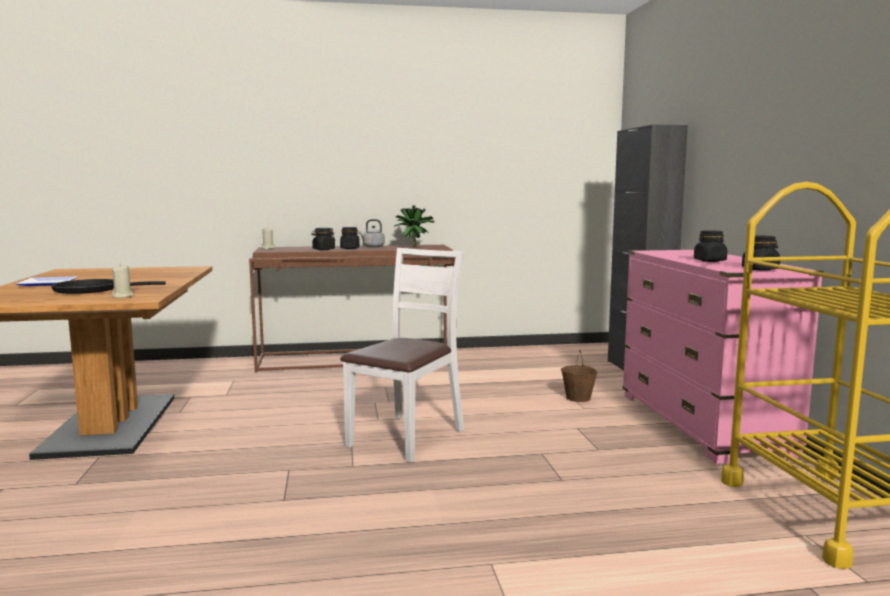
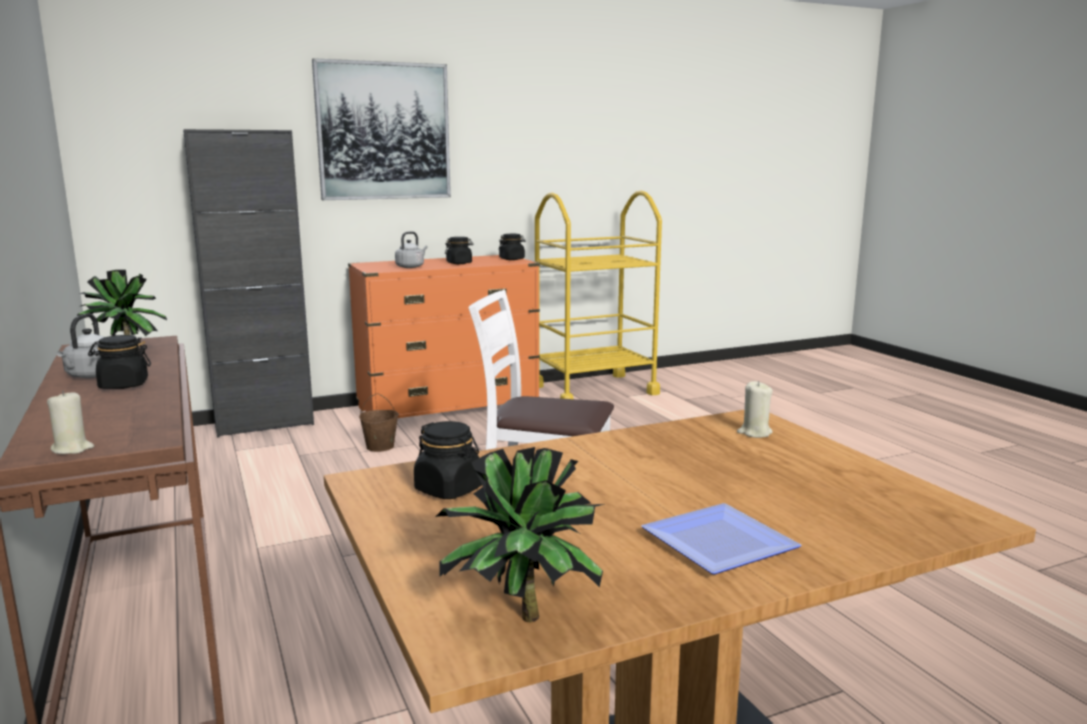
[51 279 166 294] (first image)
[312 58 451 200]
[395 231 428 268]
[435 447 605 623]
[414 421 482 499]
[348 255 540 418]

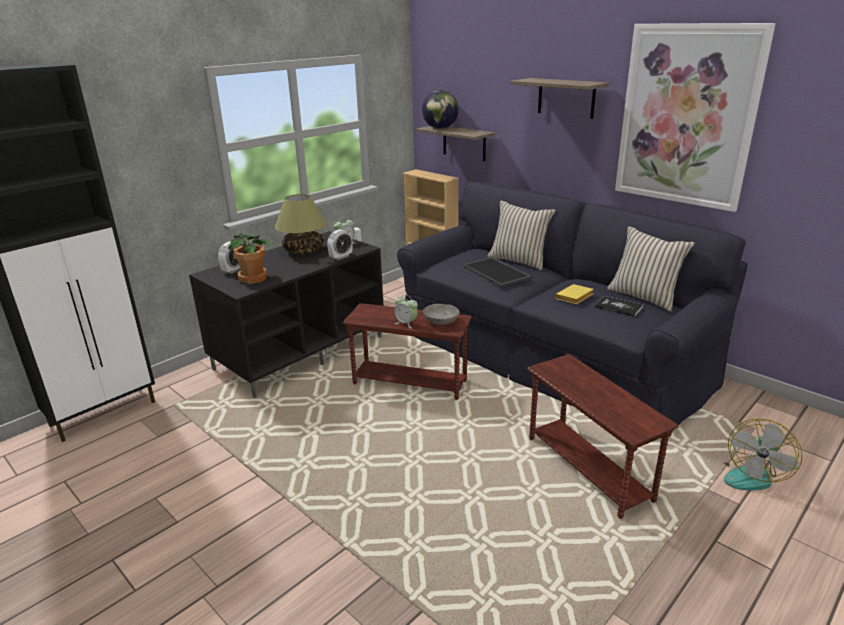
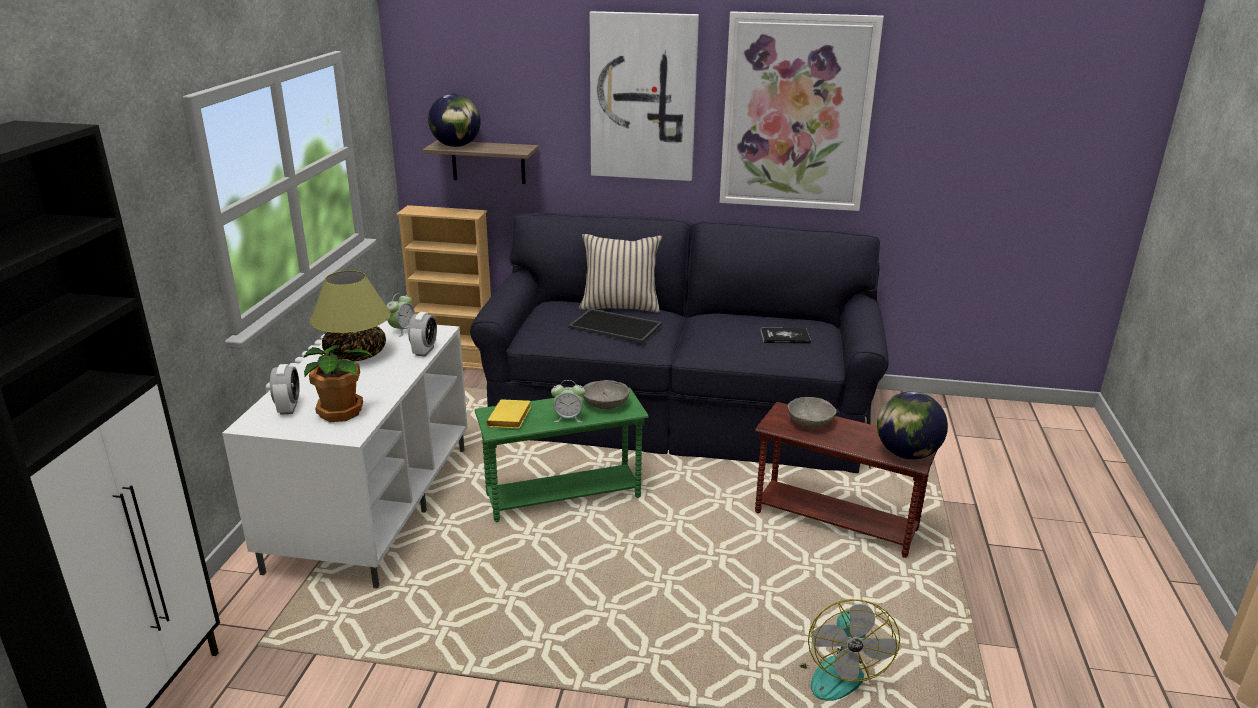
[607 226 695 312] (first image)
[787 397 837 428]
[877 392 948 459]
[487 399 531 429]
[800 599 900 701]
[590 11 699 181]
[222 321 468 589]
[475 387 649 522]

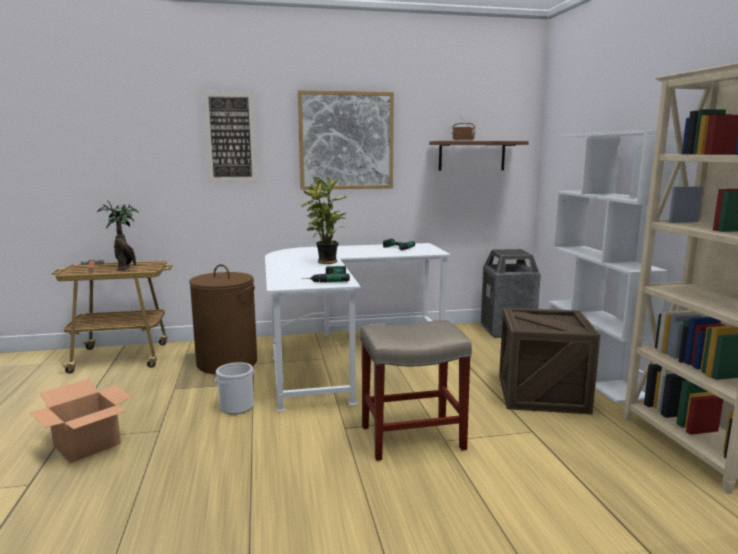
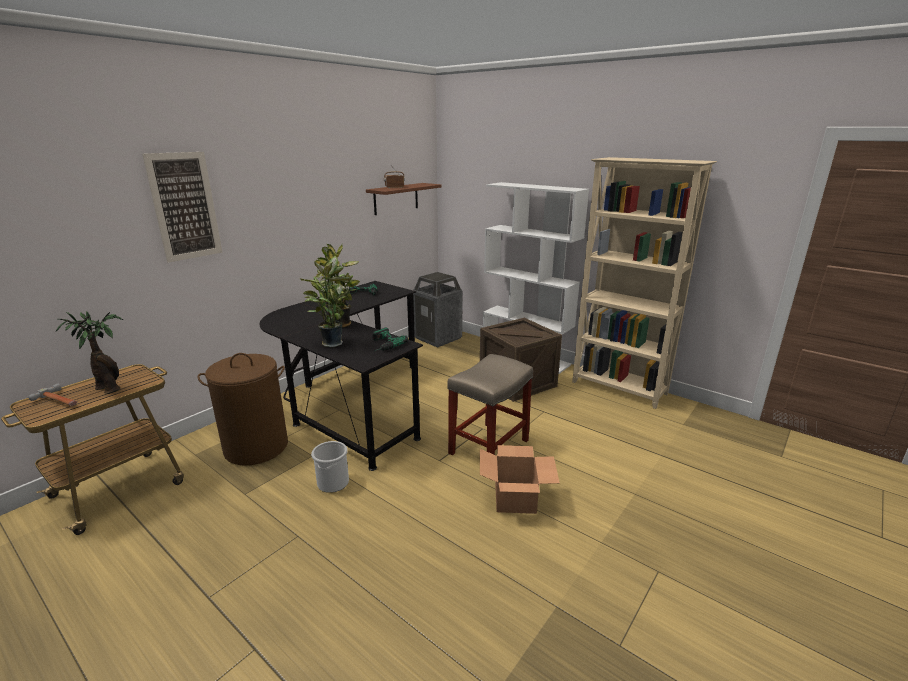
[298 90 394 190] (first image)
[300 256 350 347]
[480 445 560 514]
[260 281 423 471]

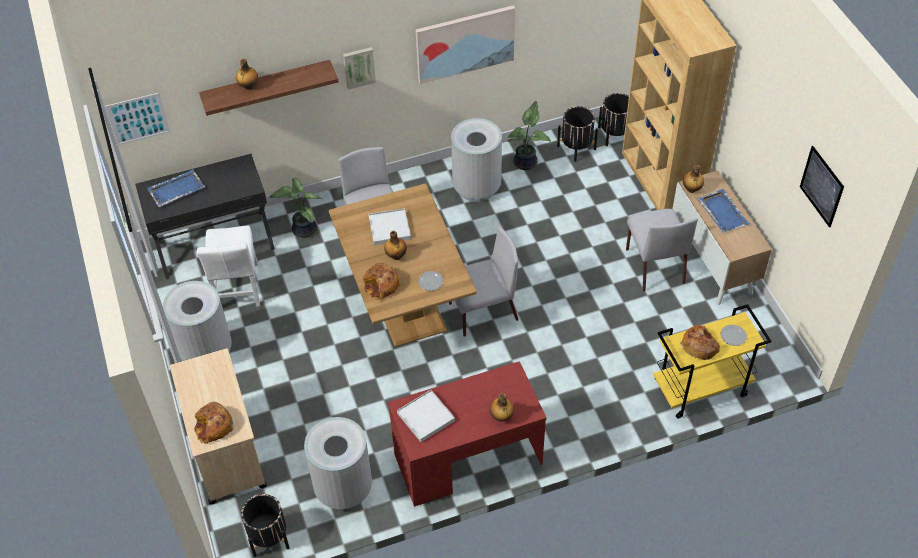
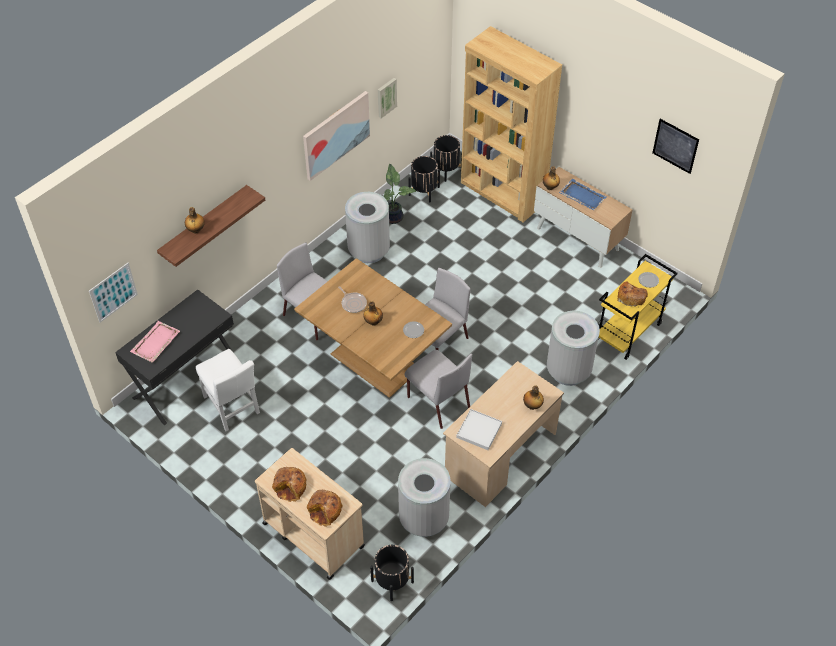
[269 178 322 238] (first image)
[547 311 600 386]
[378 78 397 118]
[272 467 307 502]
[405 350 472 429]
[338 286 367 313]
[130 321 180 363]
[443 361 564 507]

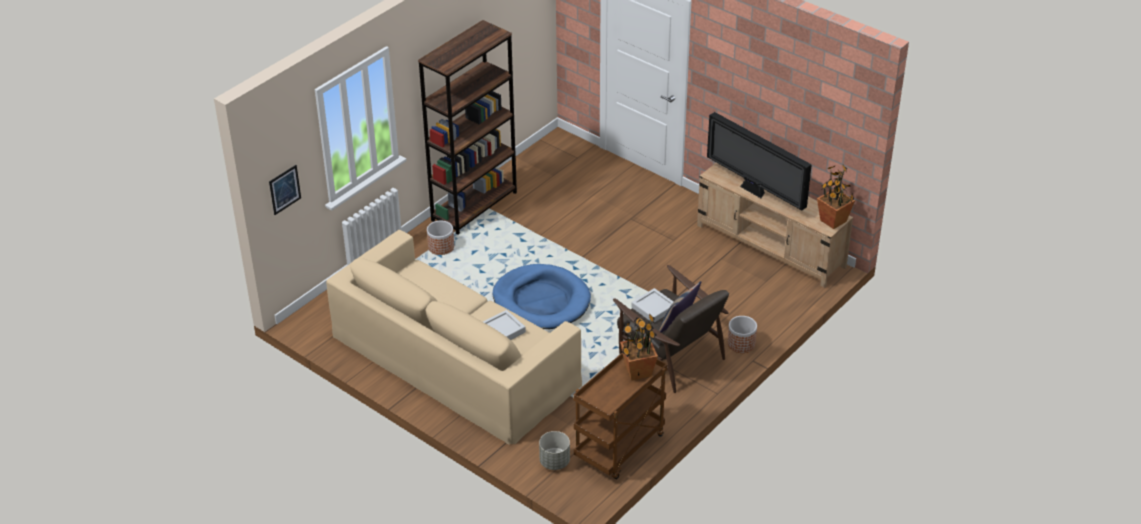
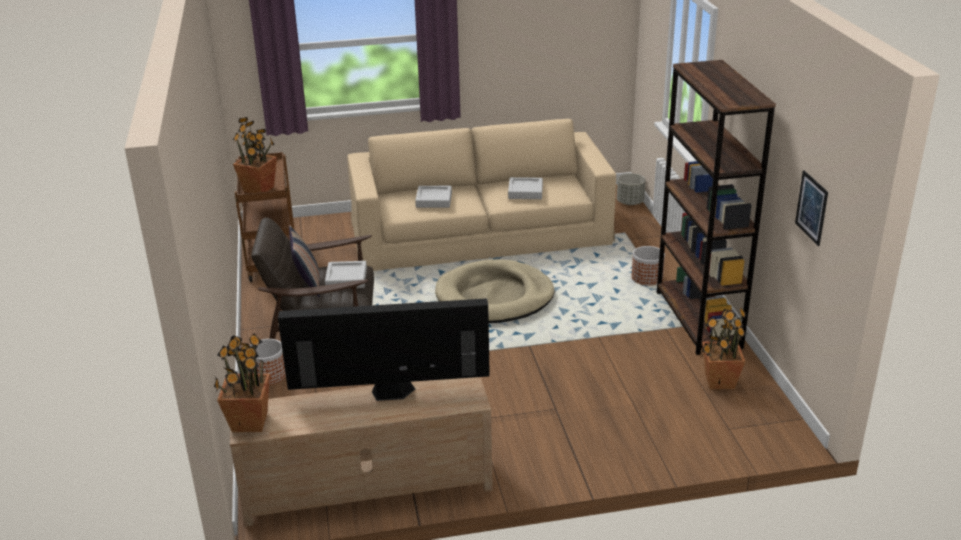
[508 177 543 199]
[702 308 747 389]
[795 170 828 246]
[617 173 646 205]
[435 259 555 323]

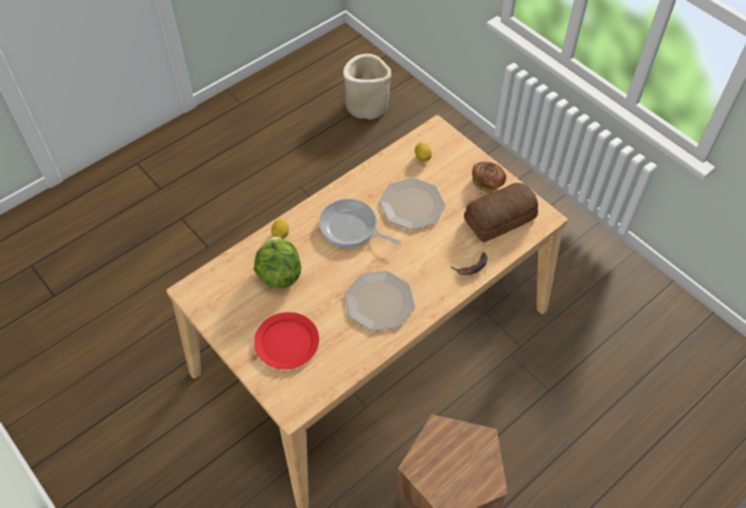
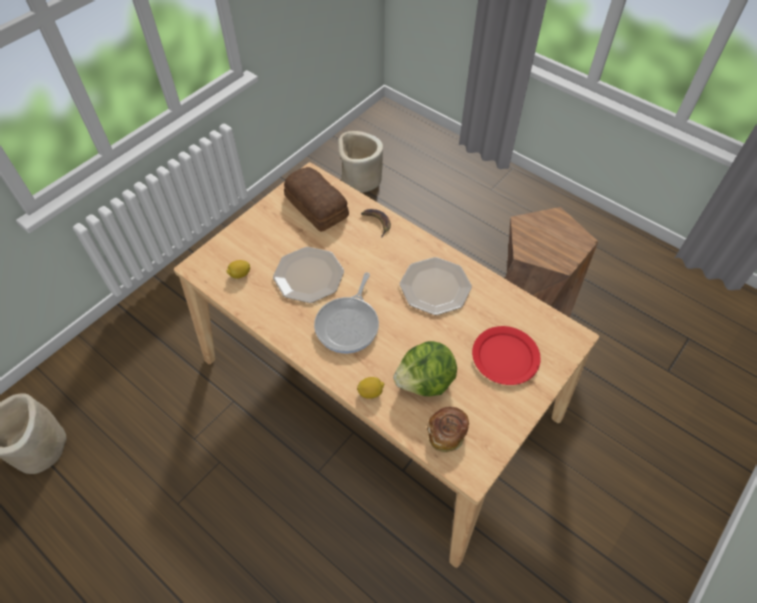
[338 131 383 193]
[427 407 469 452]

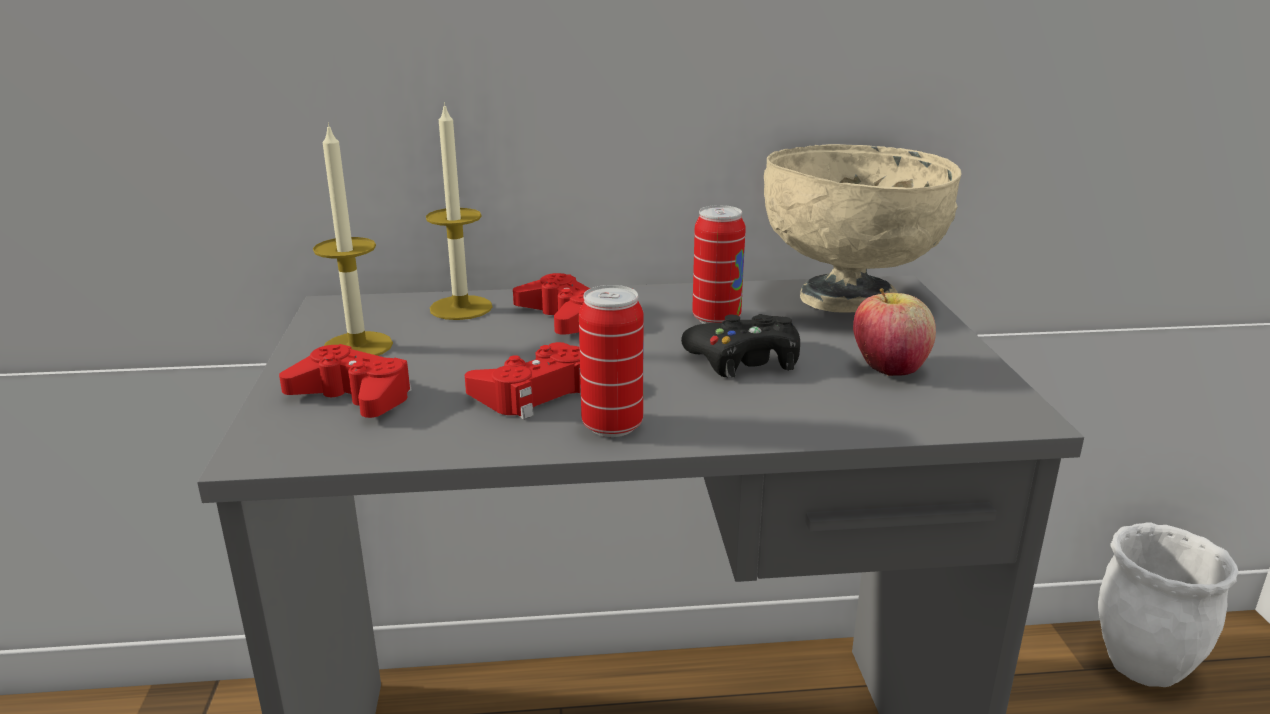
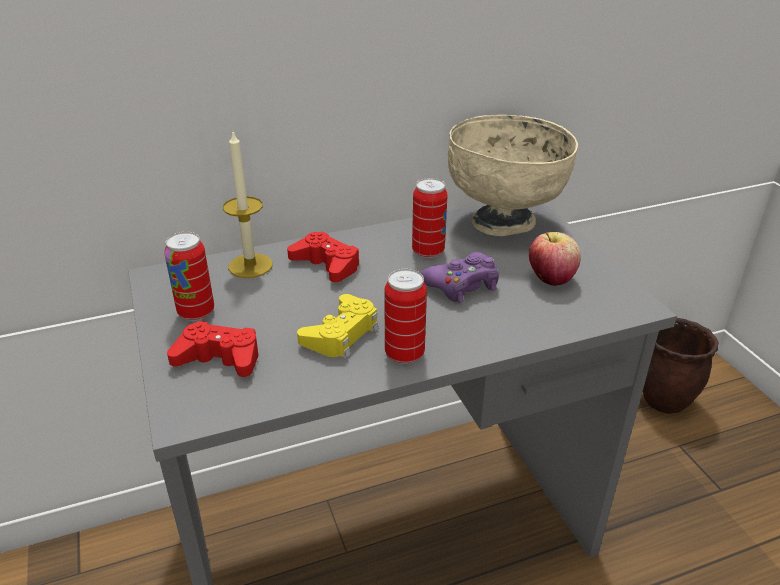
[164 232 214 321]
[297 294 378 359]
[420 252 499 303]
[643 318 719 414]

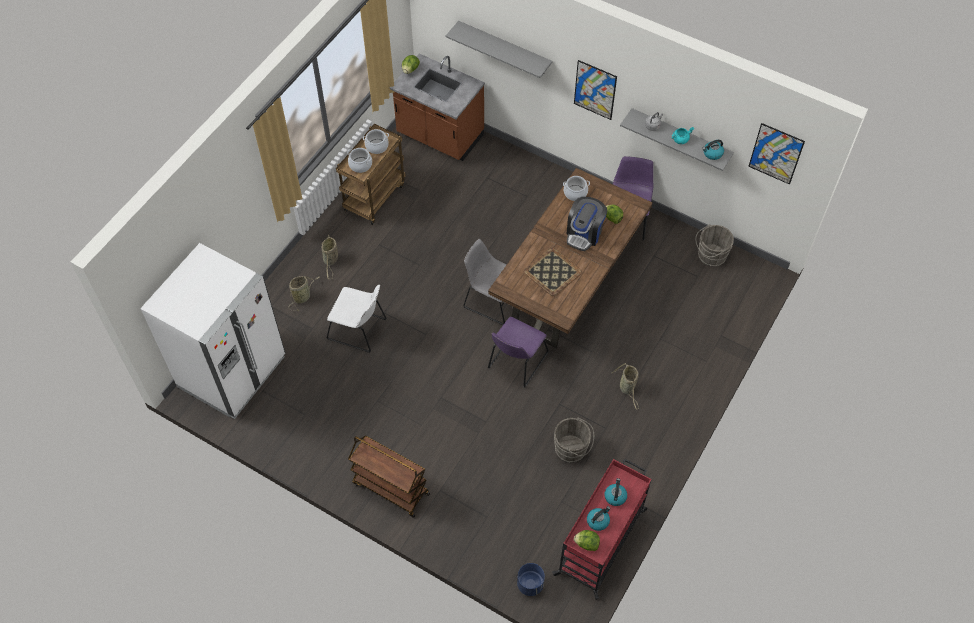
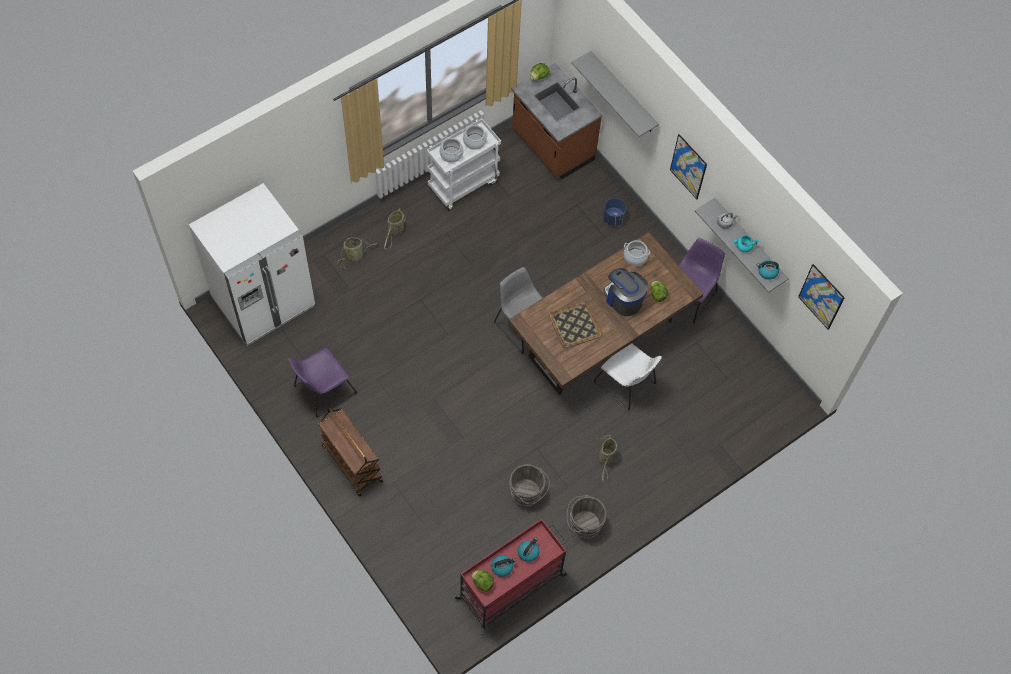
[594 343 662 411]
[288 348 357 418]
[603 198 627 226]
[567 495 606 539]
[427 118 501 211]
[603 268 649 316]

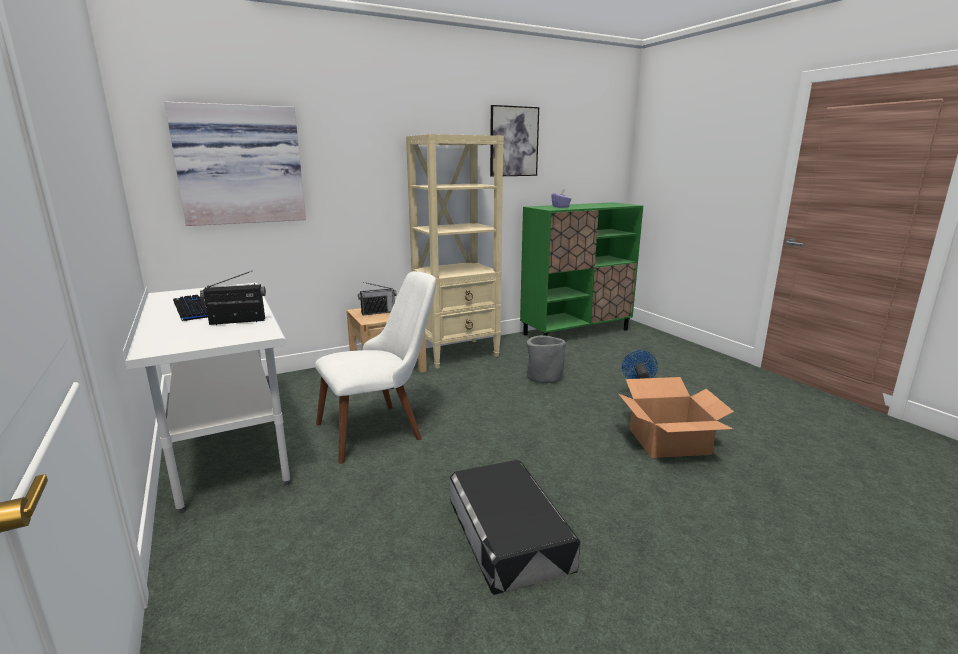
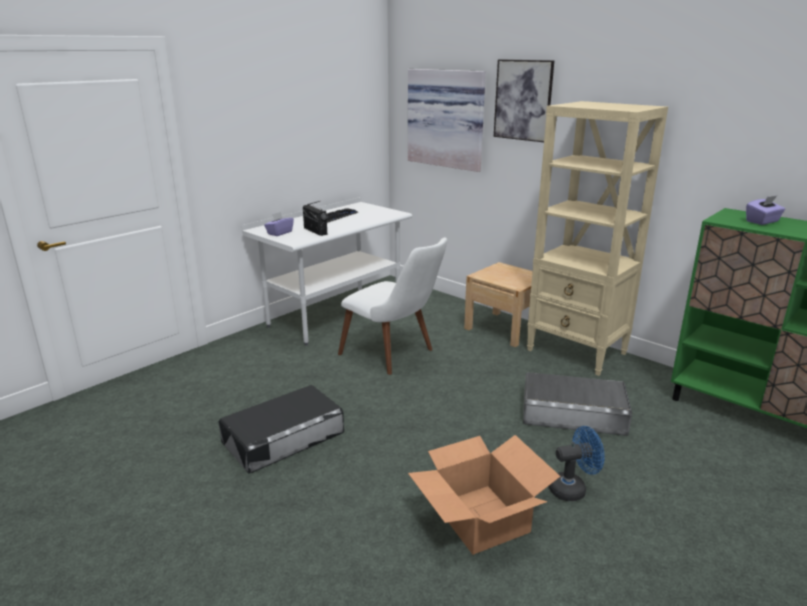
[358 282 397 315] (first image)
[264 212 294 236]
[494 59 554 142]
[523 372 632 436]

